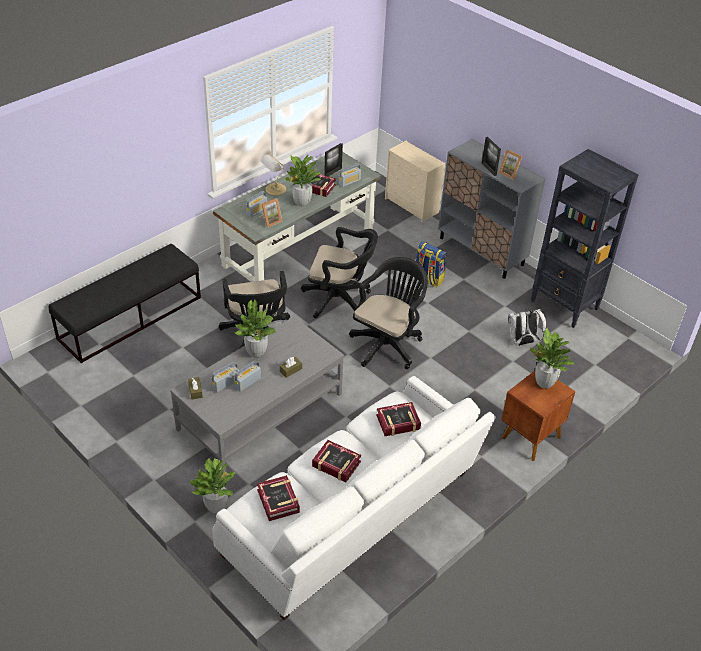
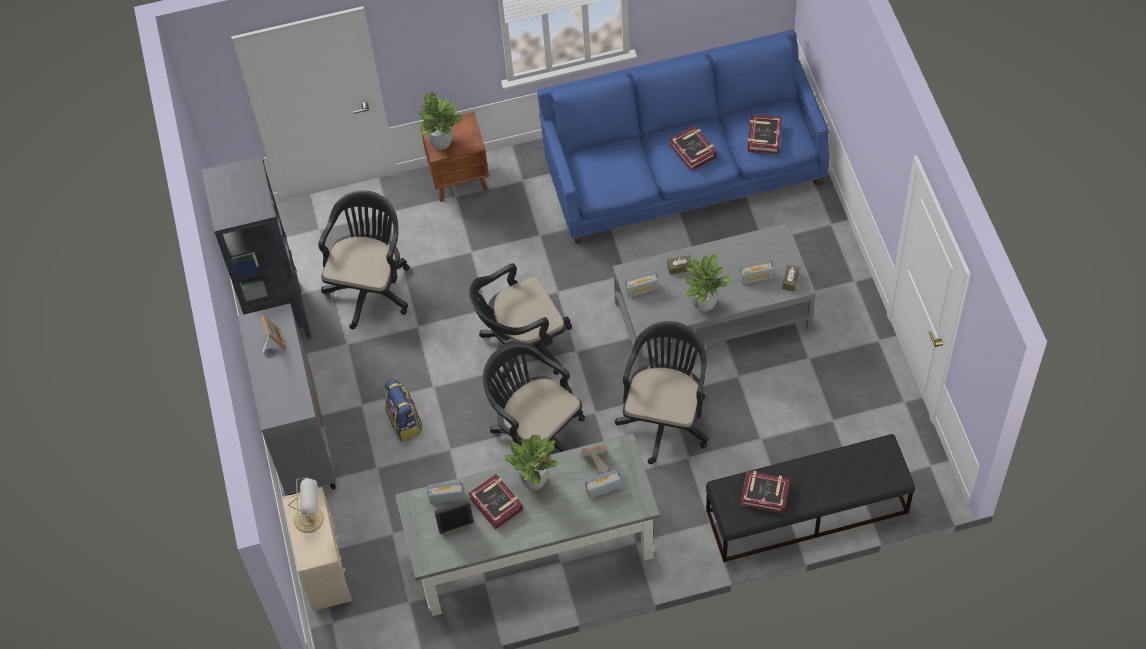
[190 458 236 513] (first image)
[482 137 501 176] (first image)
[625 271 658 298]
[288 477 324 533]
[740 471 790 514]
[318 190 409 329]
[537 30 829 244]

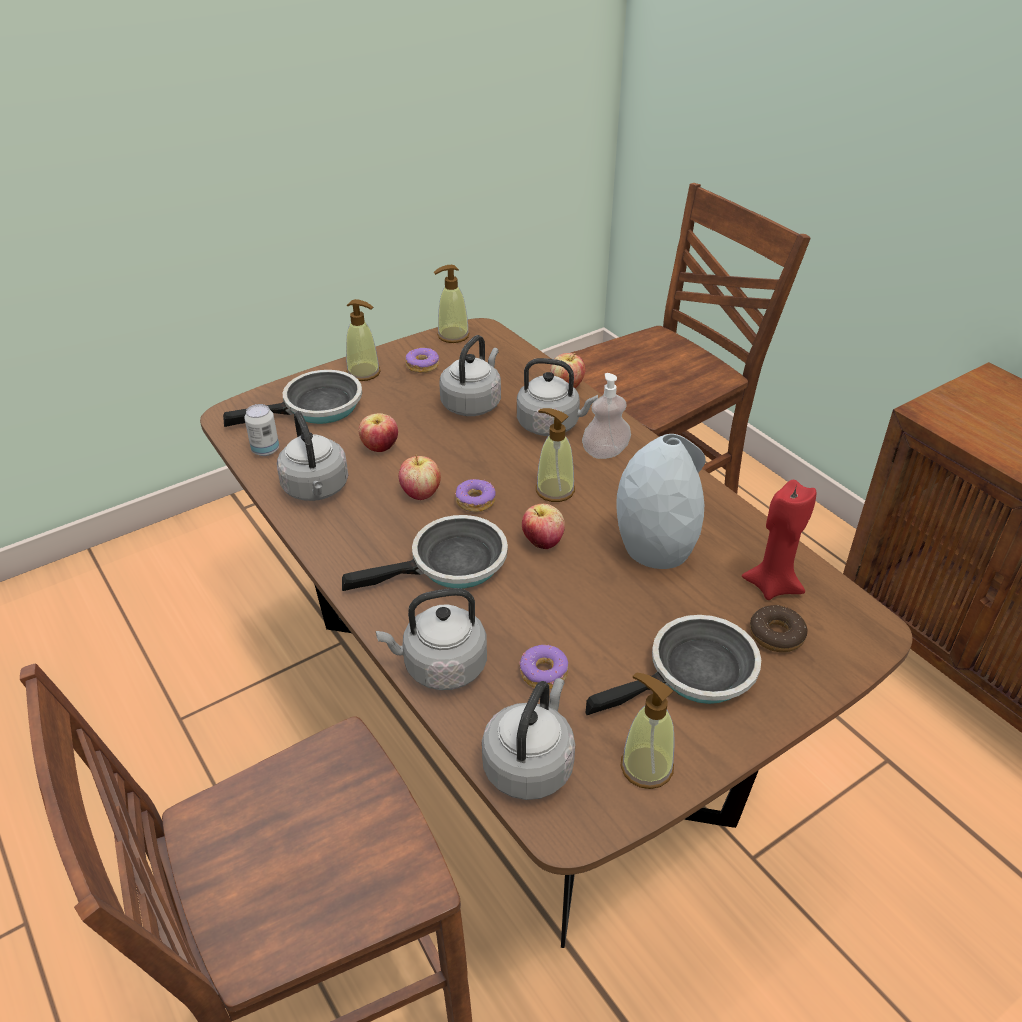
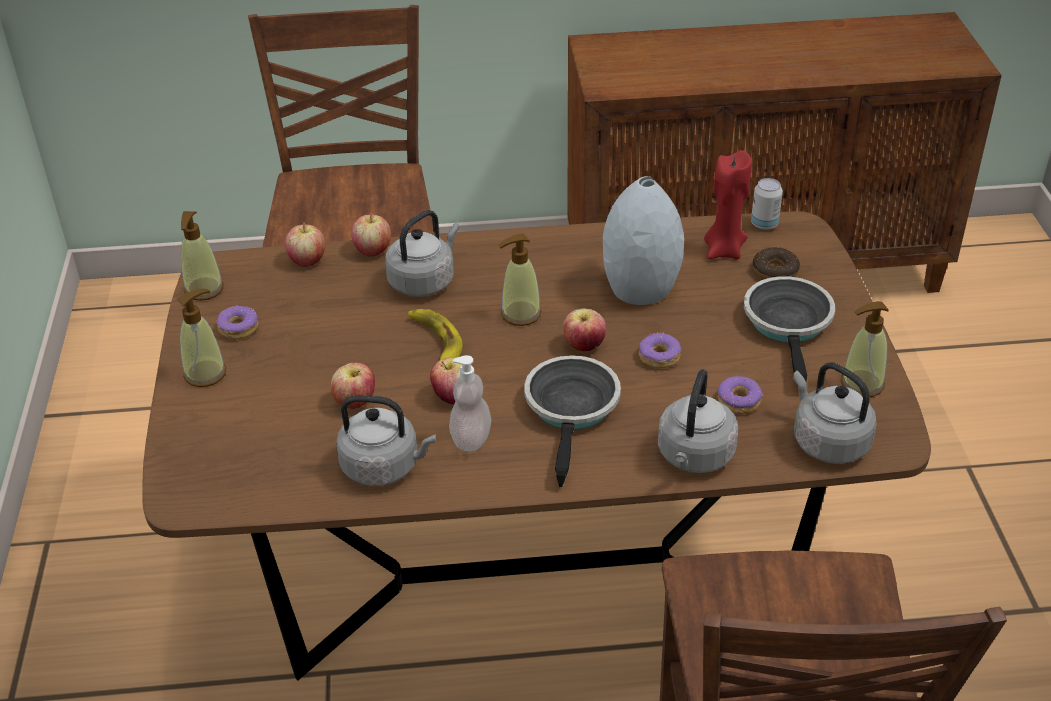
[223 370 362 427] (first image)
[439 335 501 416] (first image)
[285 223 325 267]
[408 309 463 360]
[751 178 783 230]
[639 332 681 368]
[449 355 491 452]

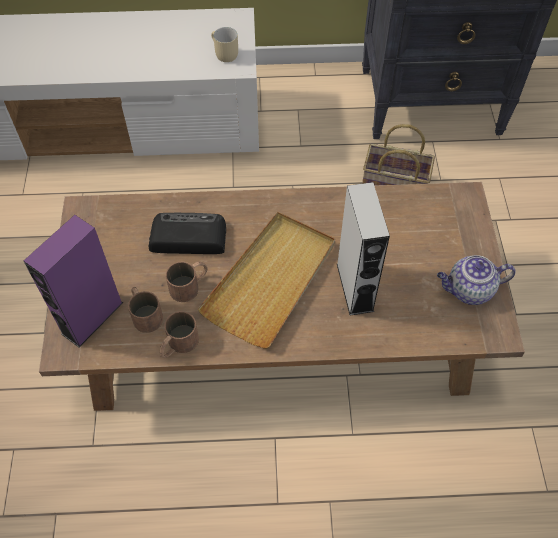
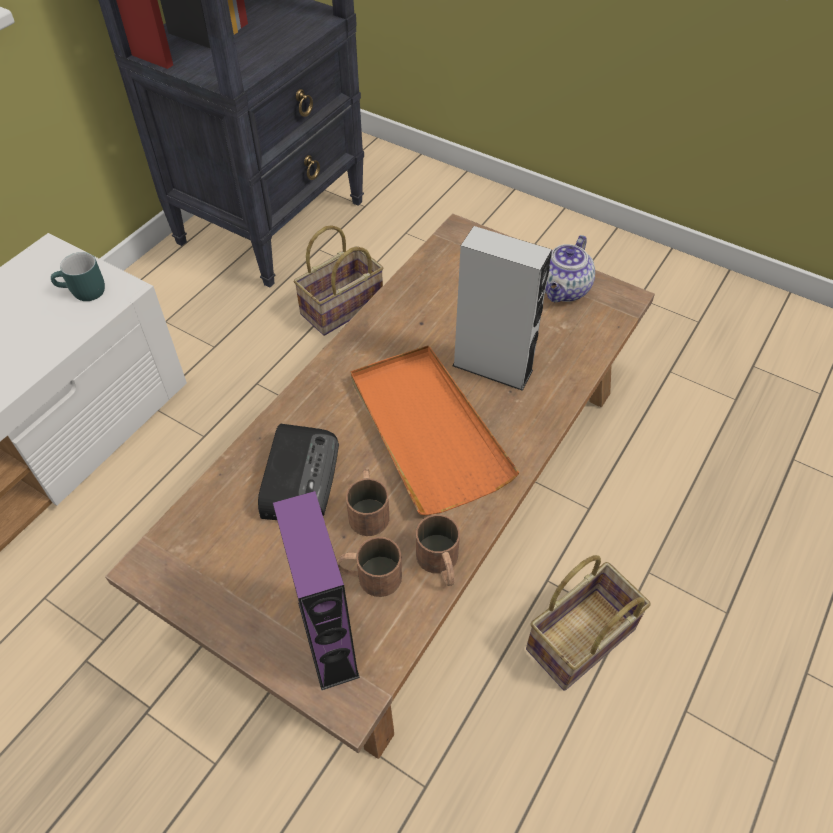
[526 555 651 691]
[350 345 520 515]
[51 252 105 301]
[258 424 339 520]

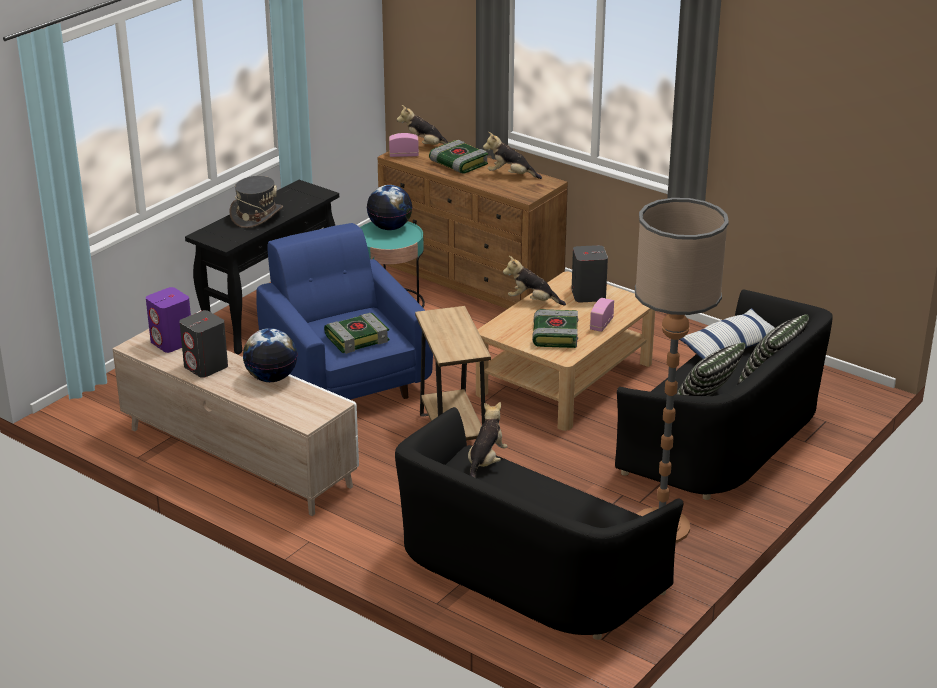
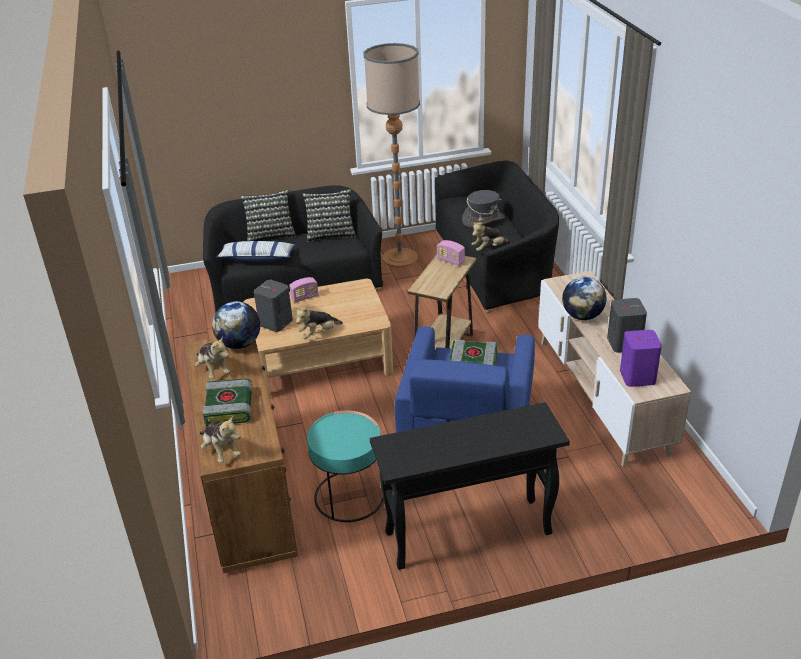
[532 309 578 348] (first image)
[462 190 505 227]
[212 301 260 349]
[437 240 465 266]
[294 307 343 339]

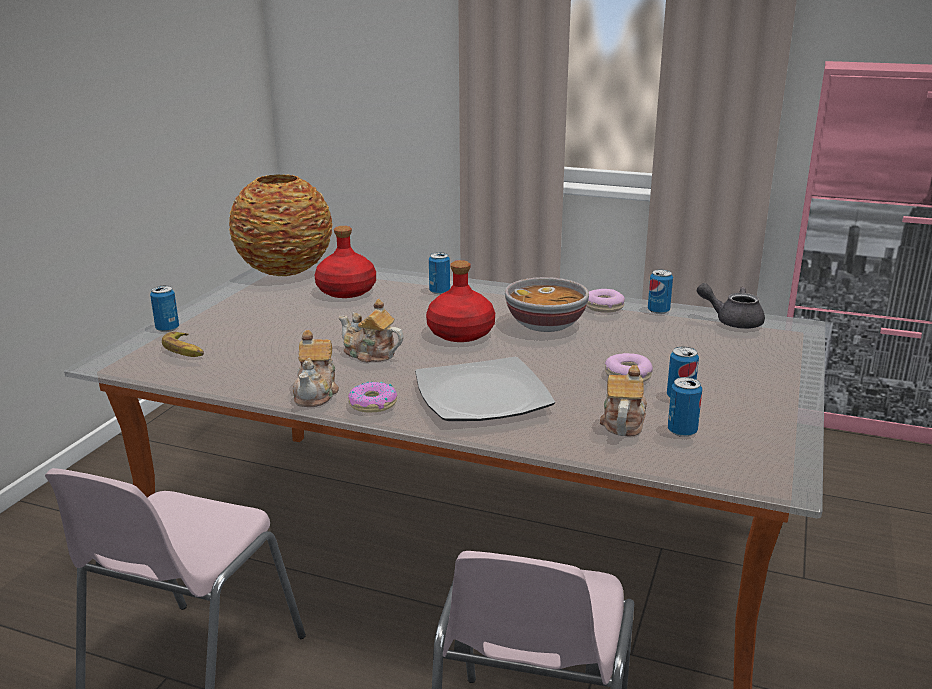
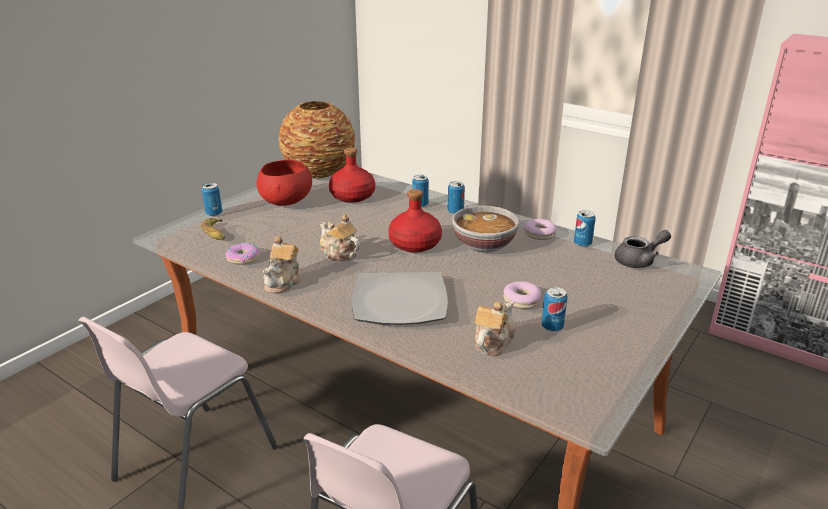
[256 160 312 206]
[225 243 260 264]
[448 181 465 214]
[615 230 671 268]

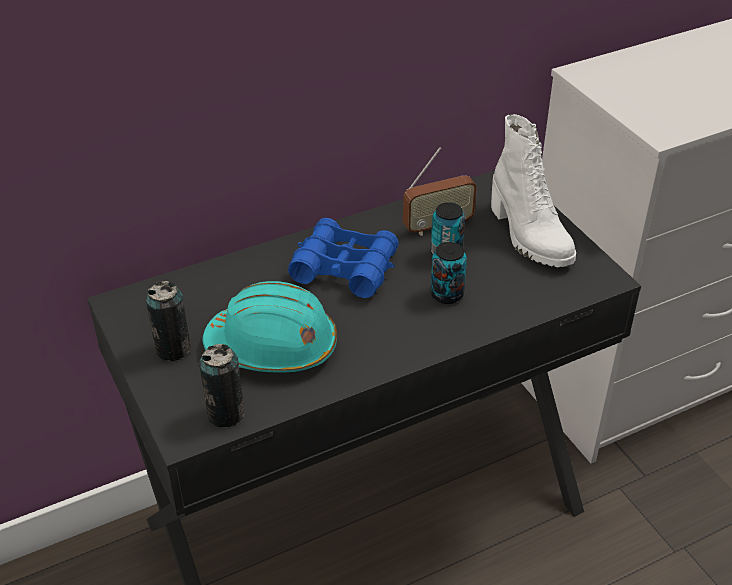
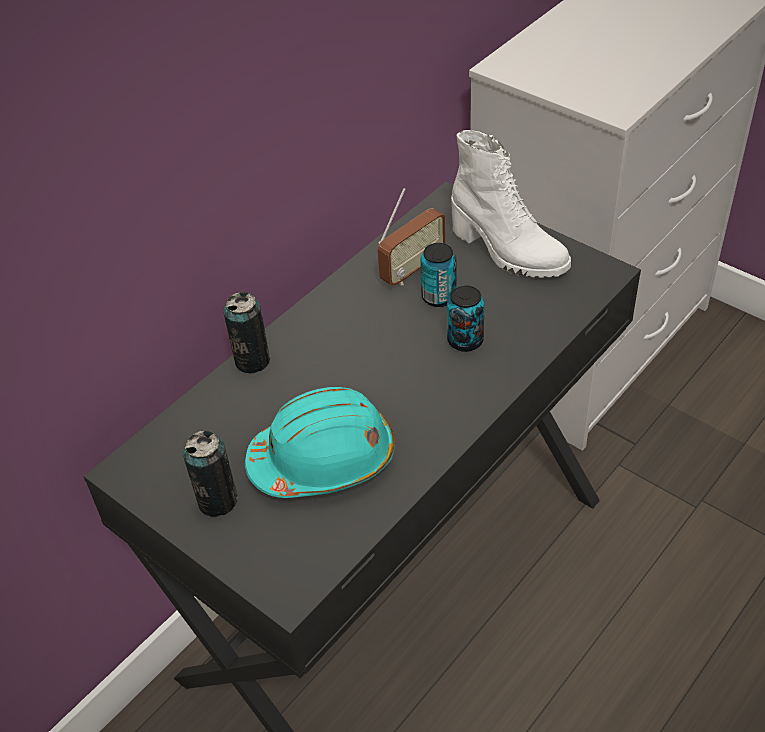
[288 218 399 298] (first image)
[223 292 271 373]

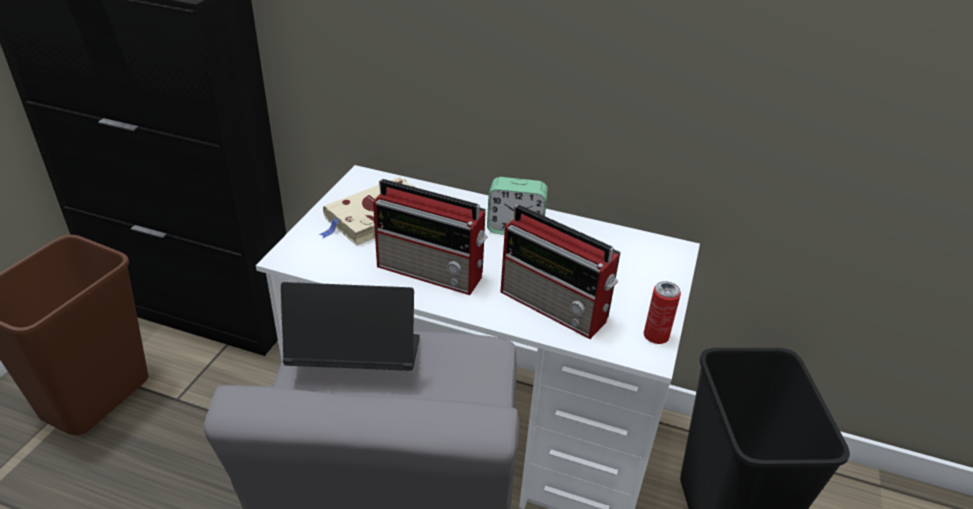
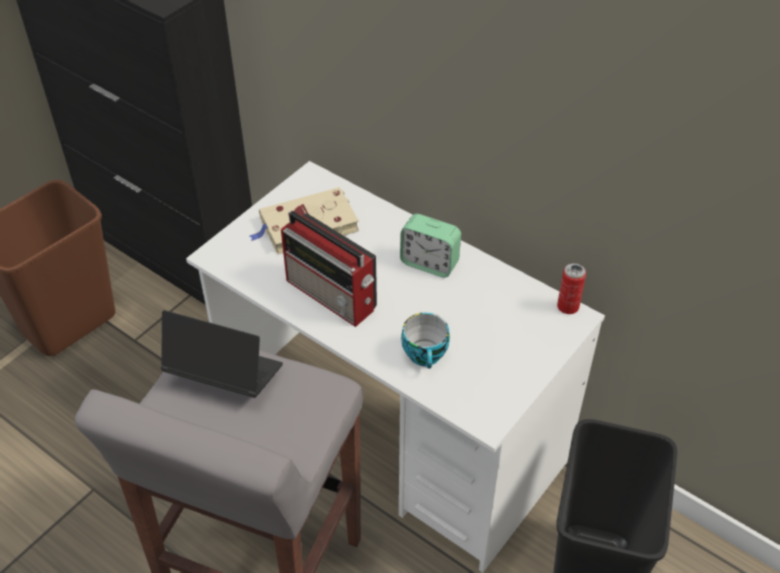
[557 263 586 314]
[401 313 450 369]

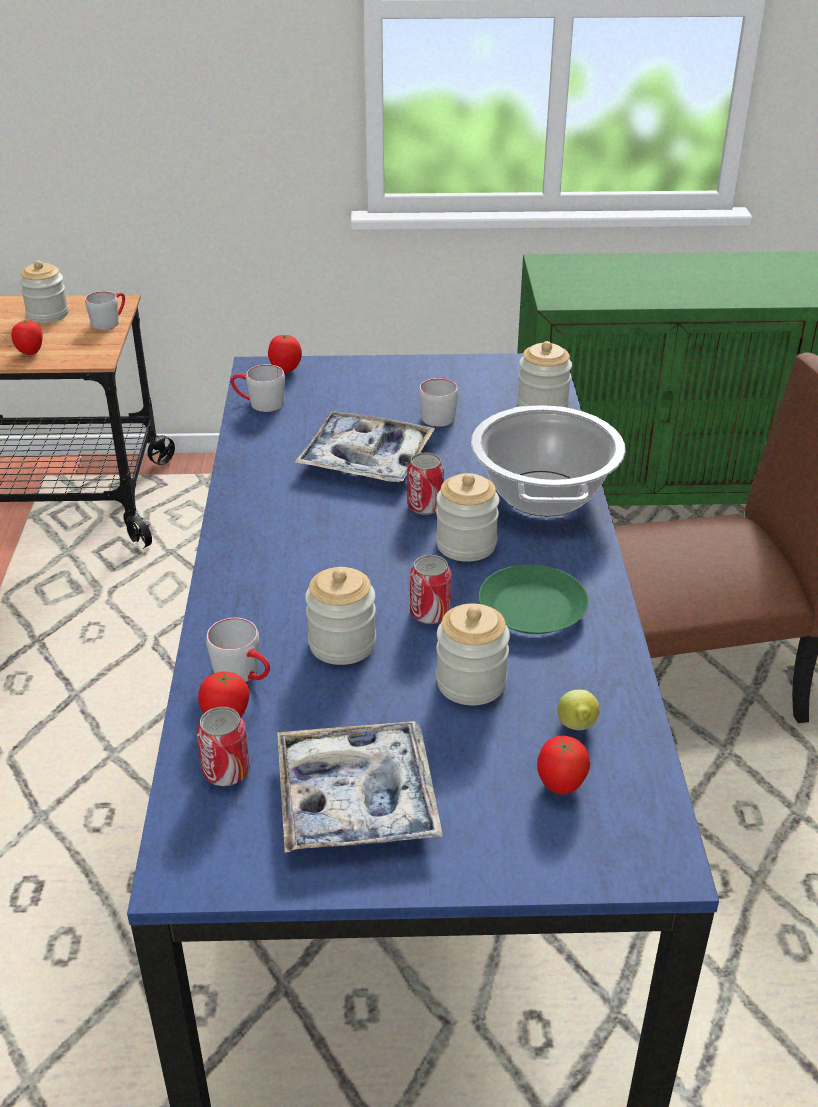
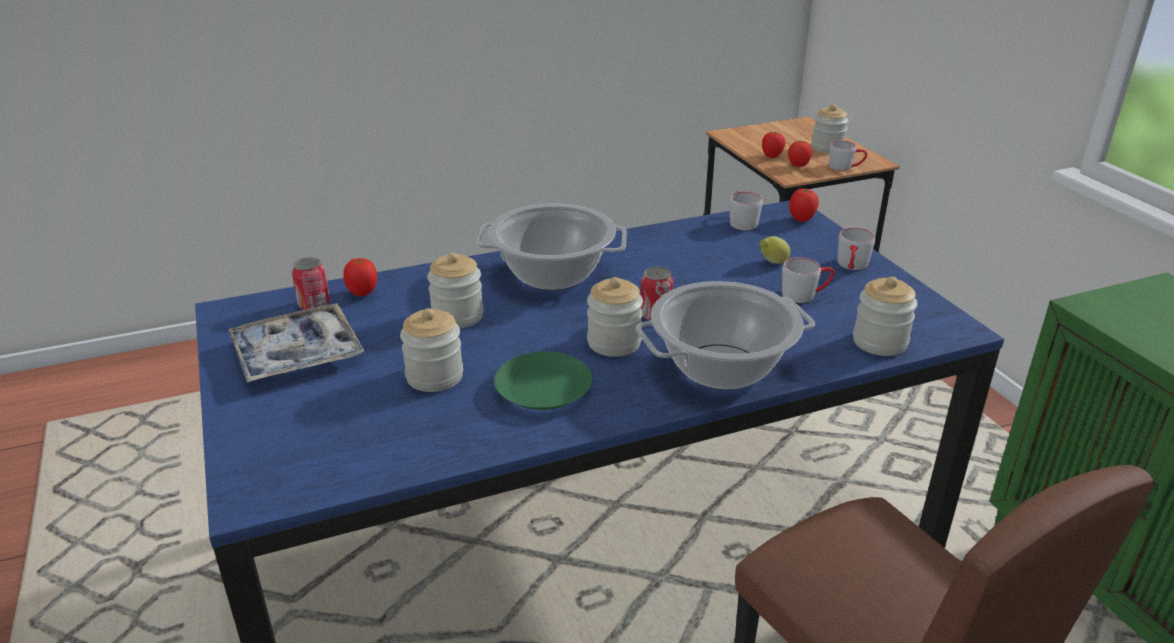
[294 411 435 482] (first image)
[410 555 452 624] (first image)
[476 204 627 290]
[838 227 875 270]
[788 140 812 167]
[760 236 790 264]

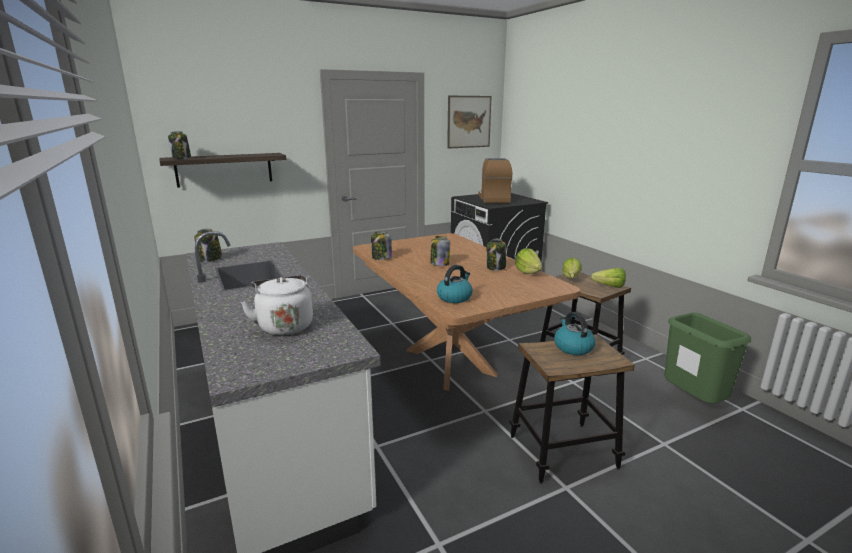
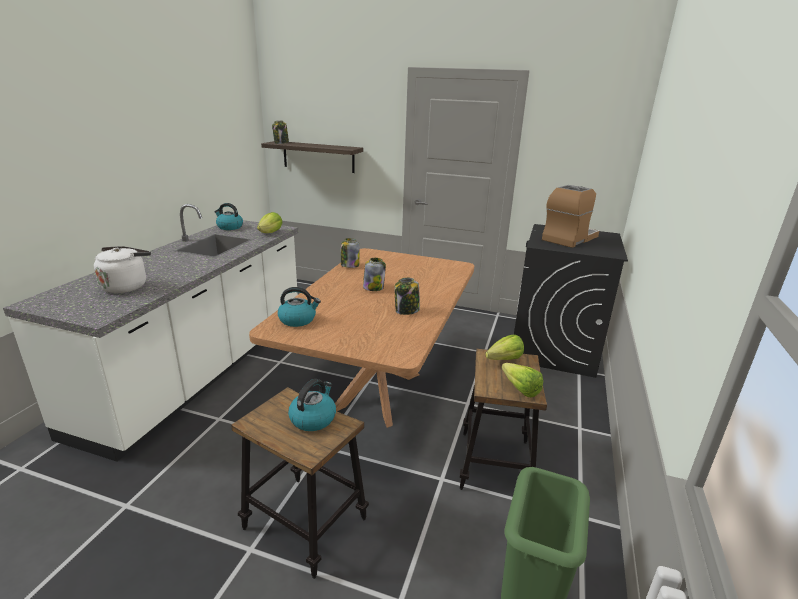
[447 96 492 149] (first image)
[257 212 282 233]
[214 203 243 230]

